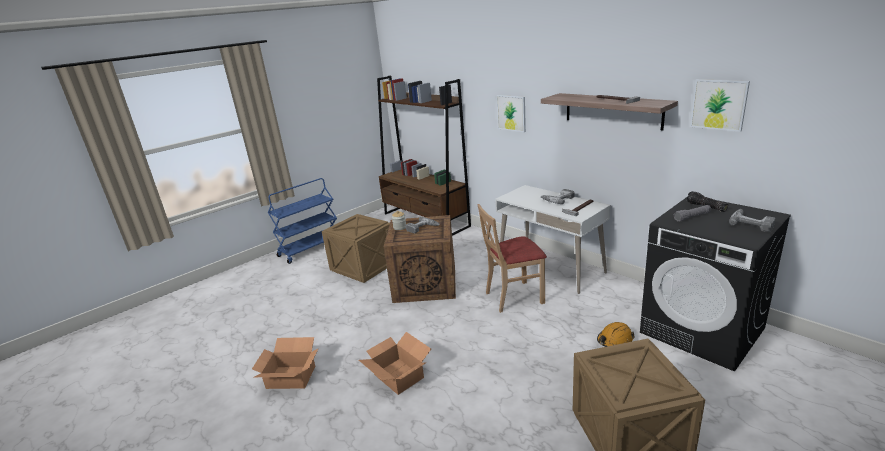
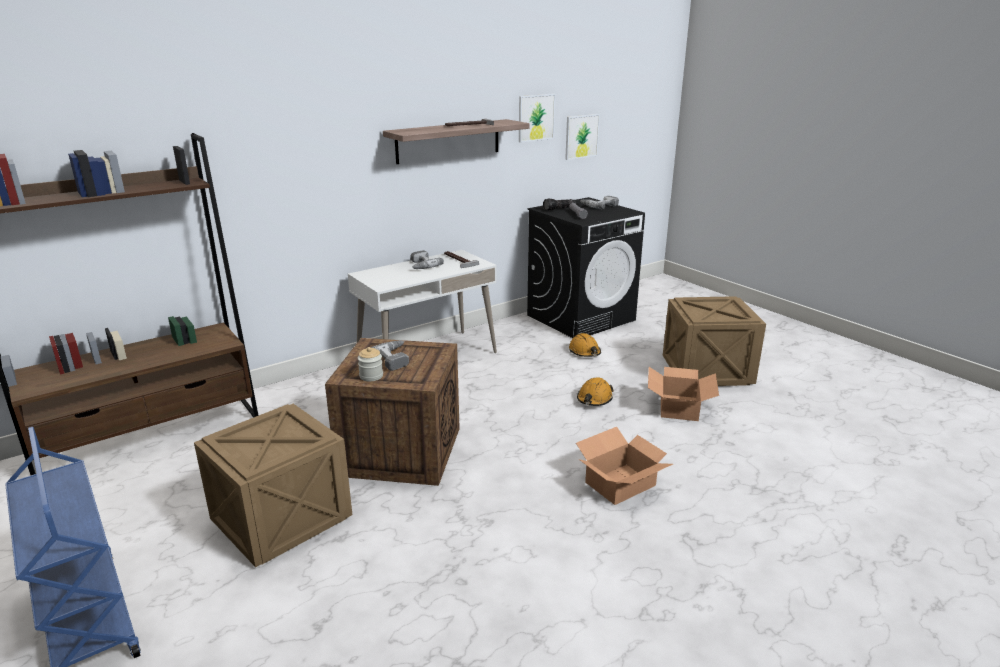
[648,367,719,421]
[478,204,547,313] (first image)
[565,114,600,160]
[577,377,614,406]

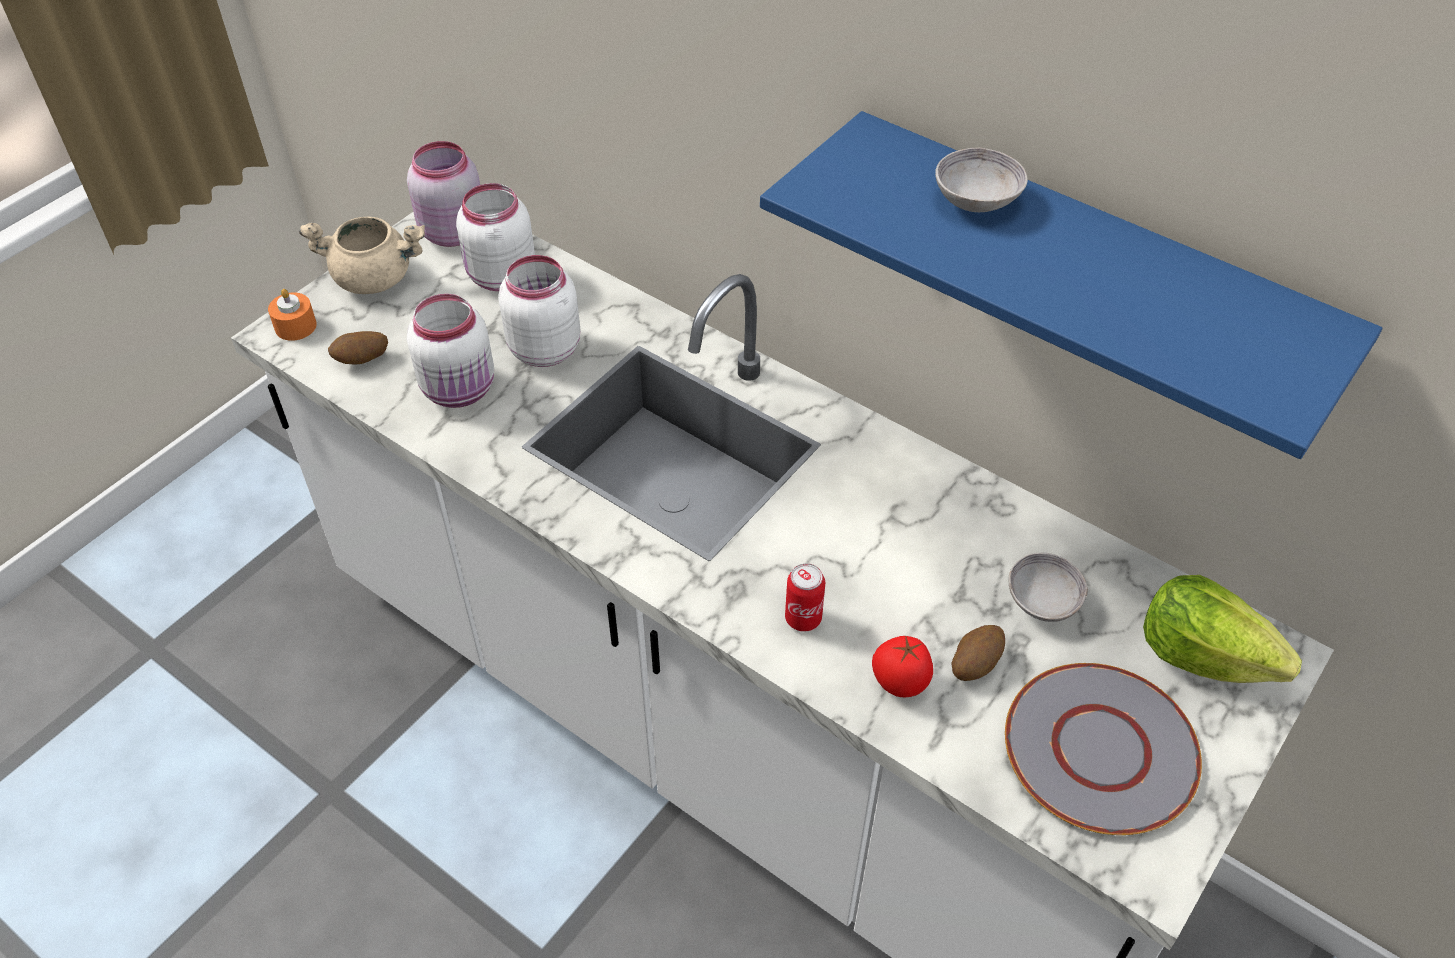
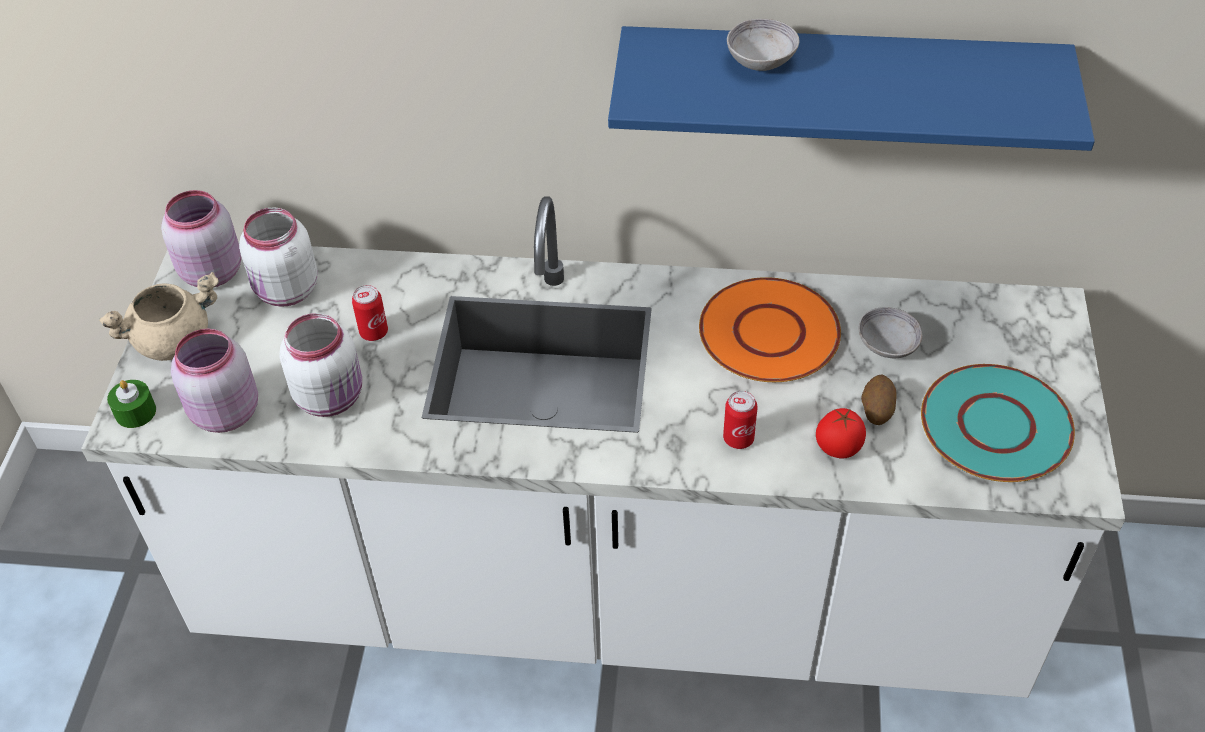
[107,380,156,428]
[171,329,258,433]
[352,285,388,341]
[921,364,1075,482]
[1143,575,1302,683] (first image)
[699,277,841,382]

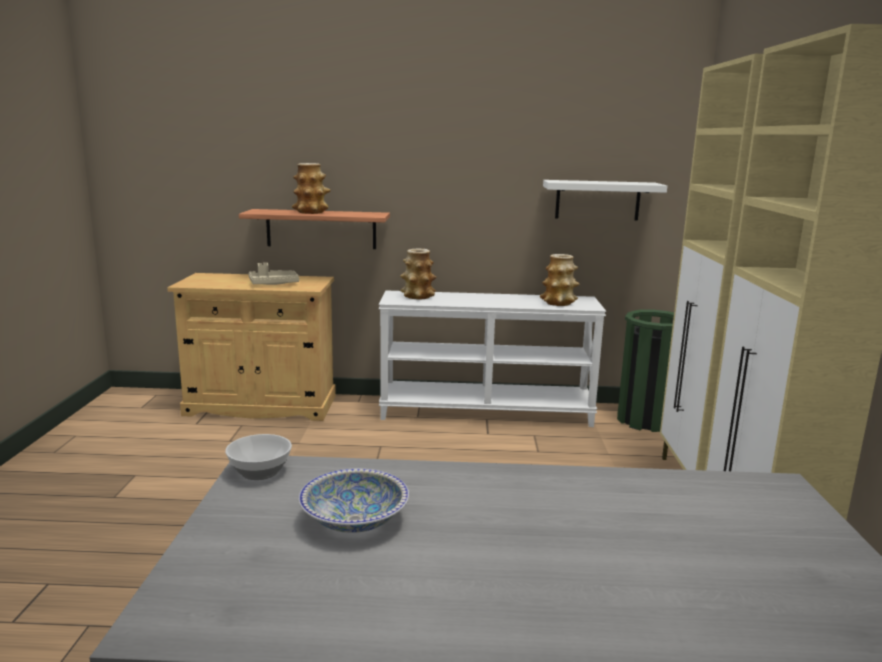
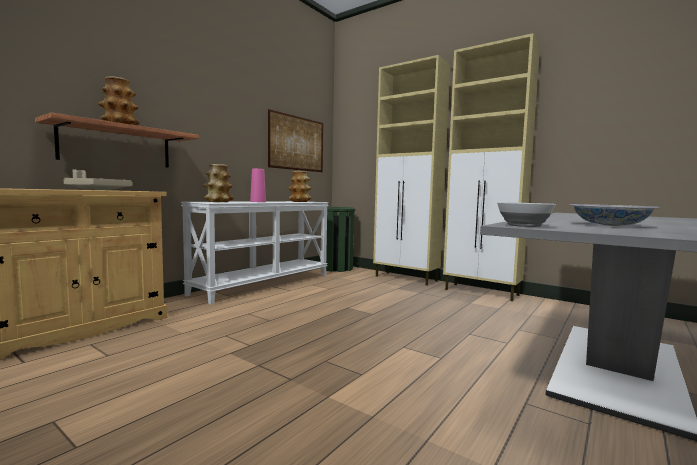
[268,109,323,172]
[250,169,266,202]

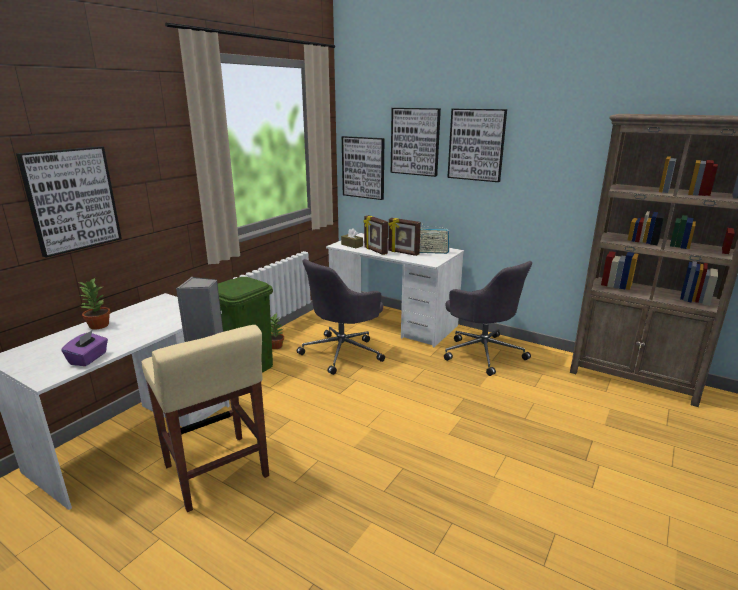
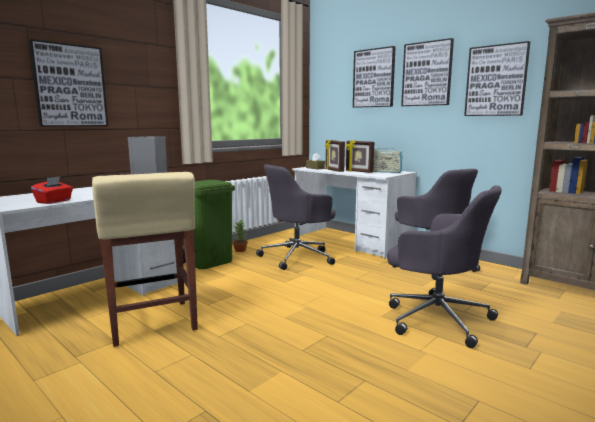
[31,176,73,204]
[79,278,110,330] (first image)
[464,41,530,116]
[387,185,502,348]

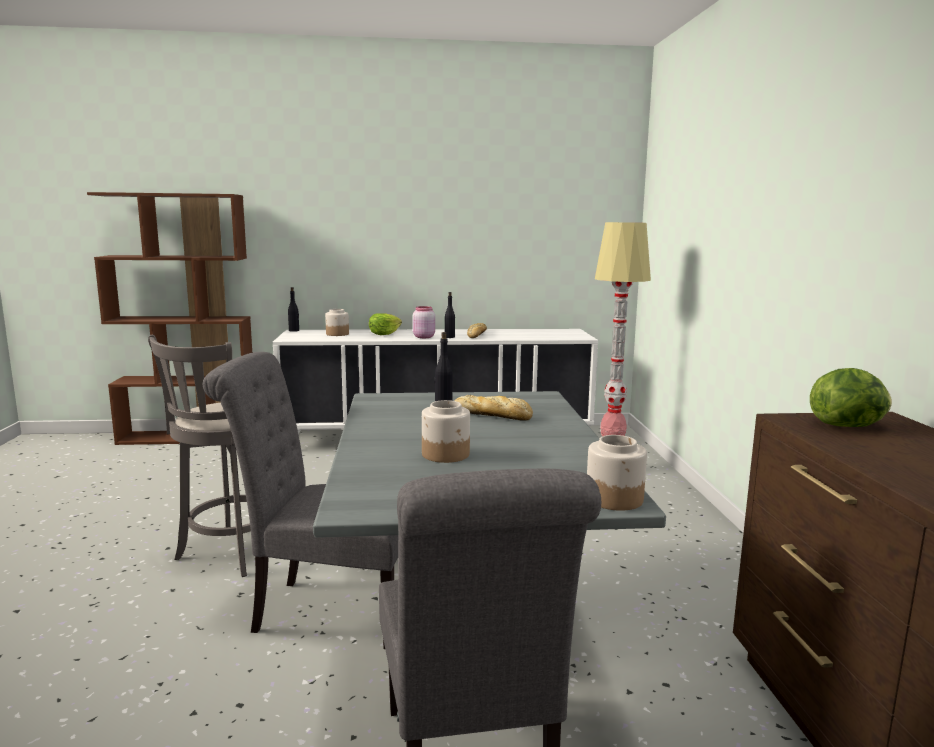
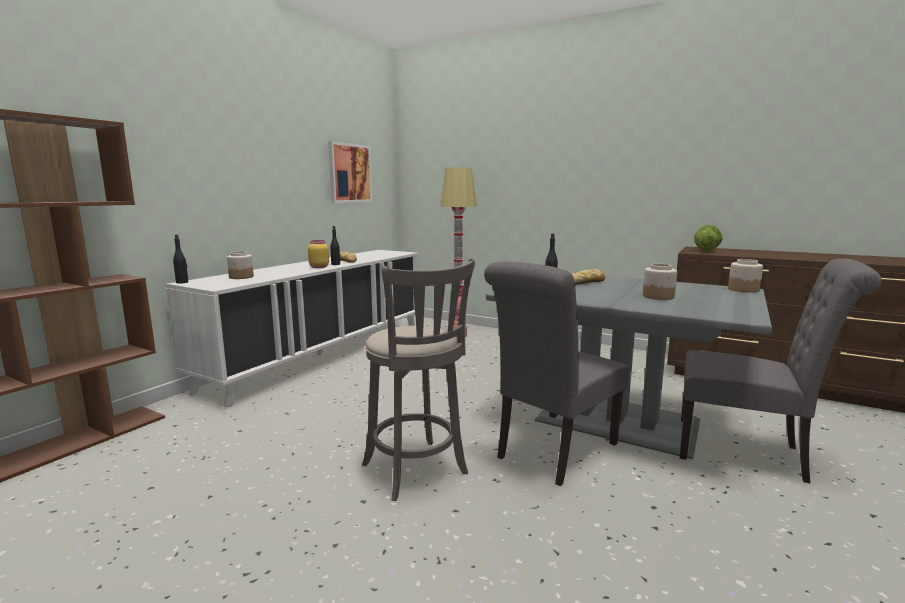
[369,313,402,335] (first image)
[308,240,329,268]
[328,141,372,203]

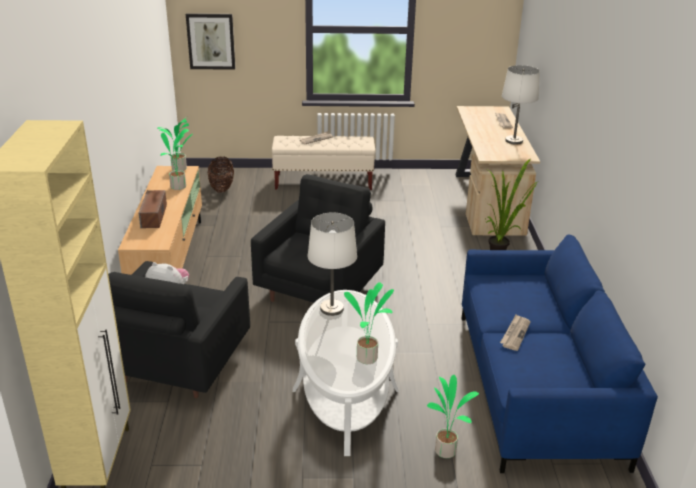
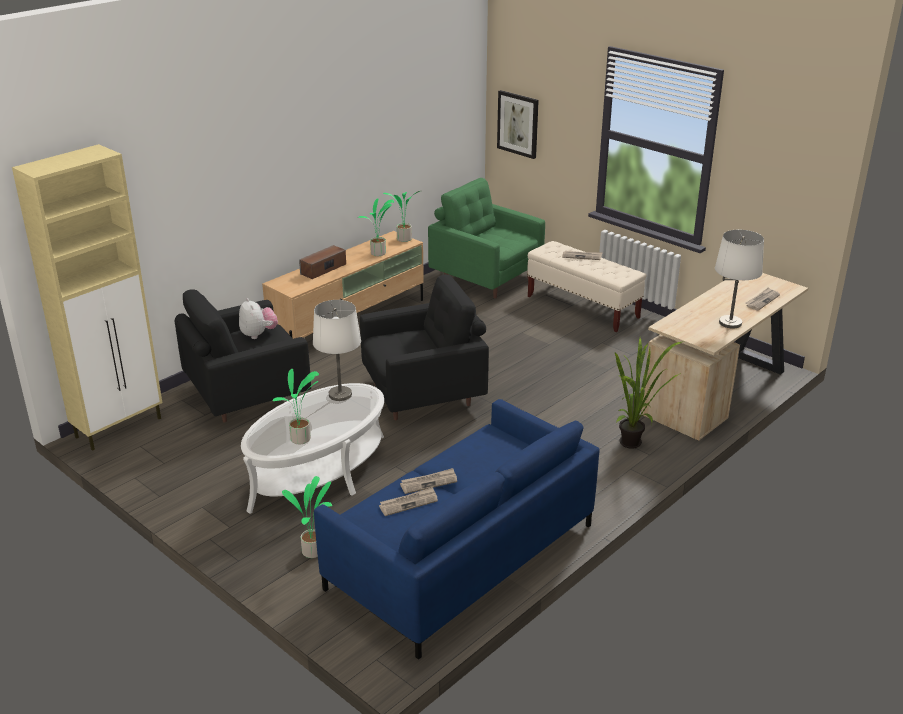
[428,178,545,298]
[379,487,438,516]

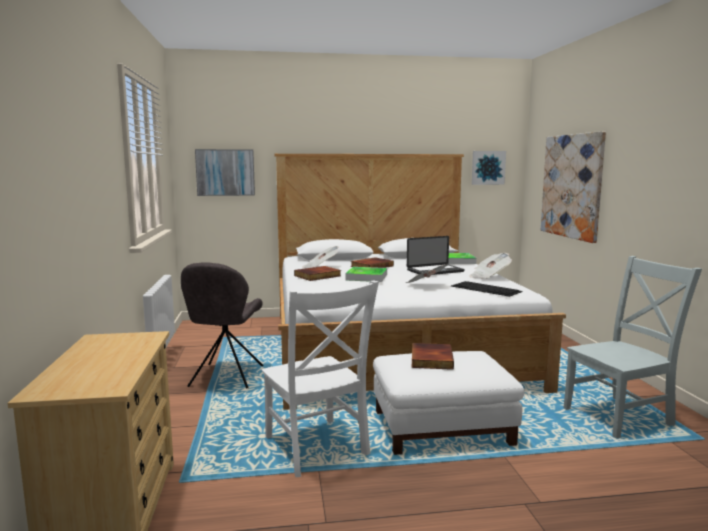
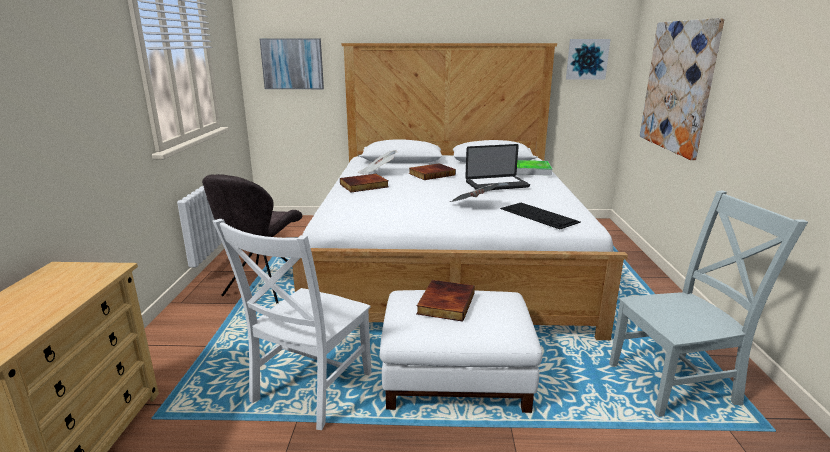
[213,219,372,430]
[346,267,387,282] (first image)
[469,253,512,278] (first image)

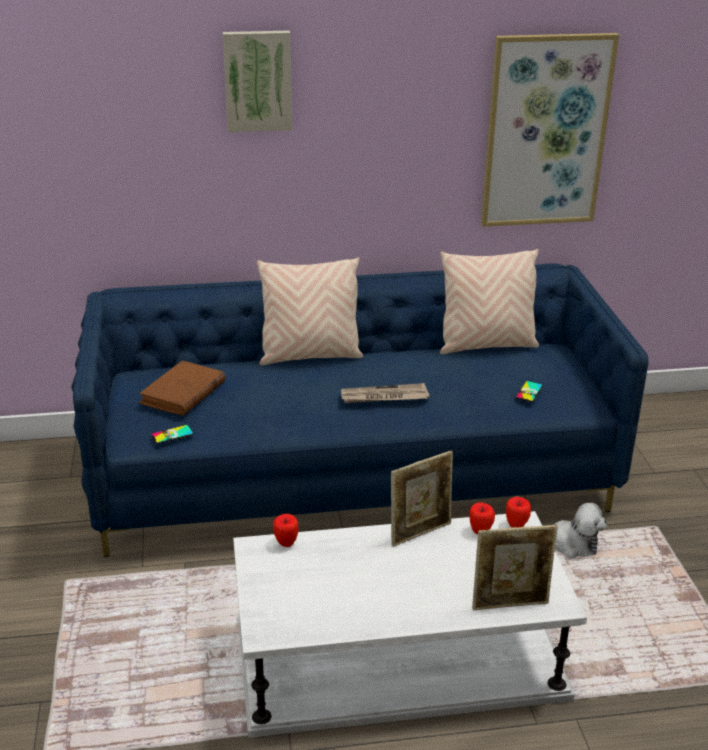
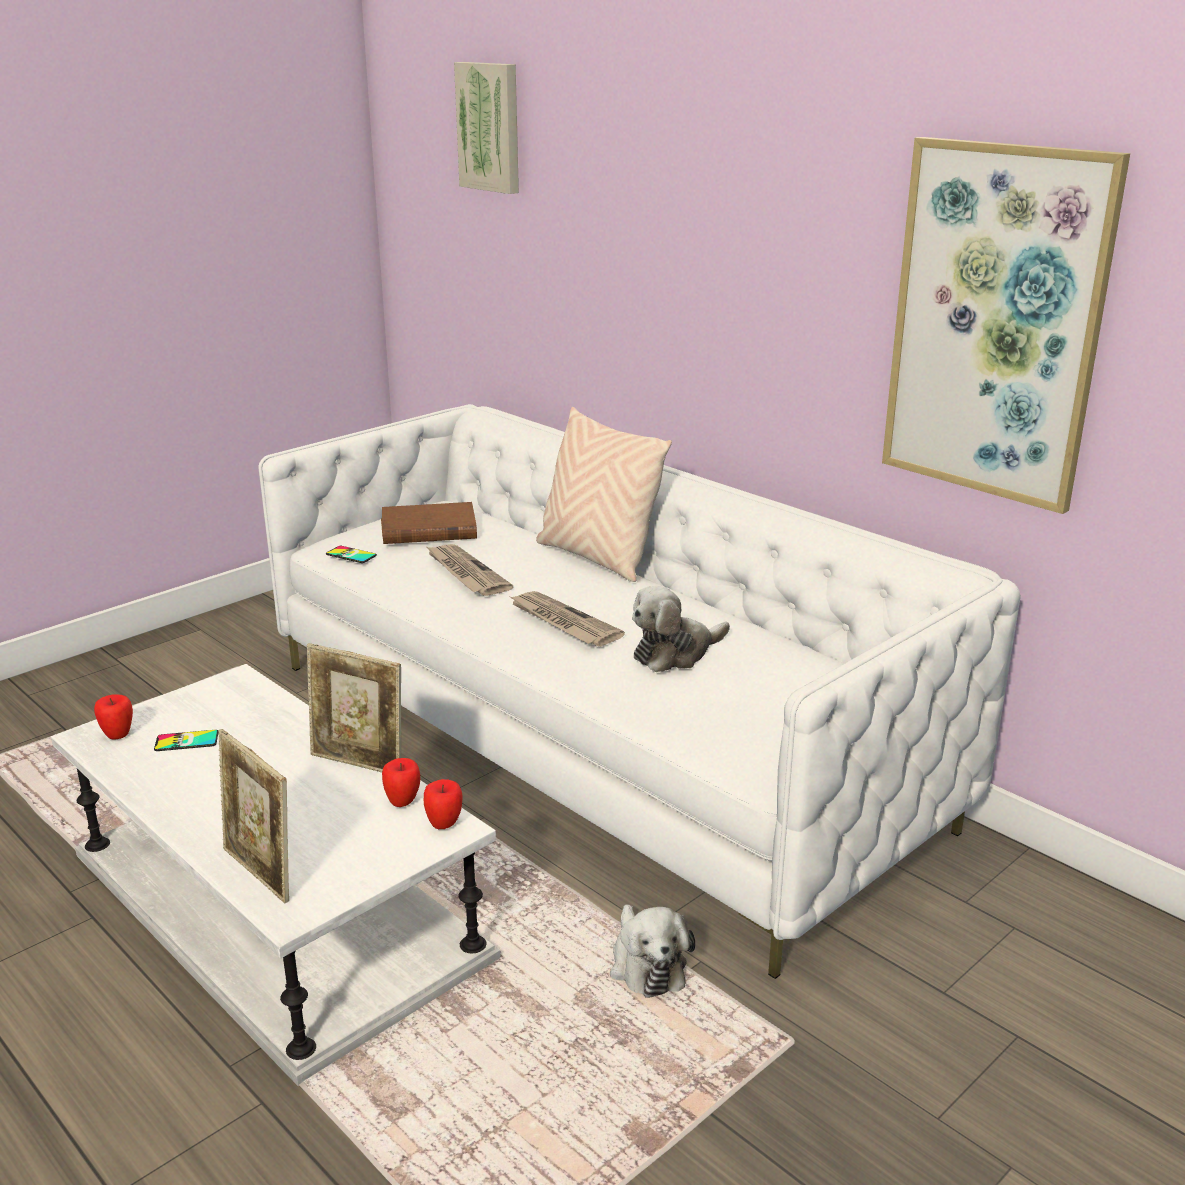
[258,404,1021,979]
[454,62,519,194]
[94,694,133,739]
[440,249,539,354] (first image)
[154,730,219,751]
[425,544,513,596]
[632,586,730,672]

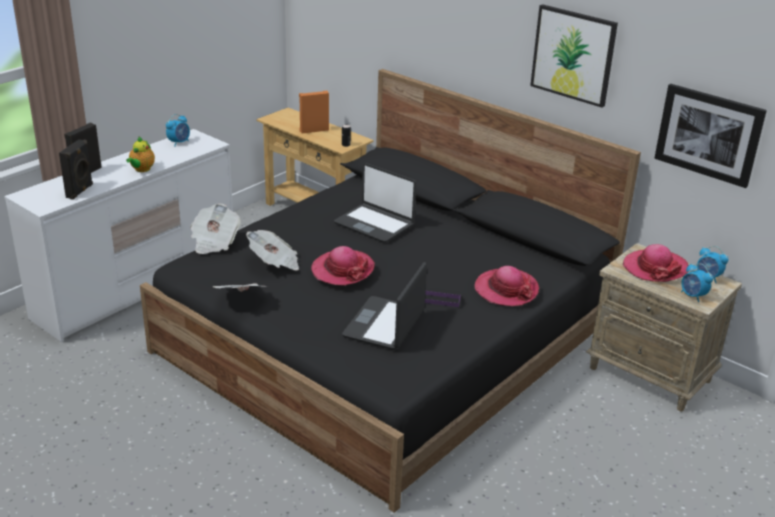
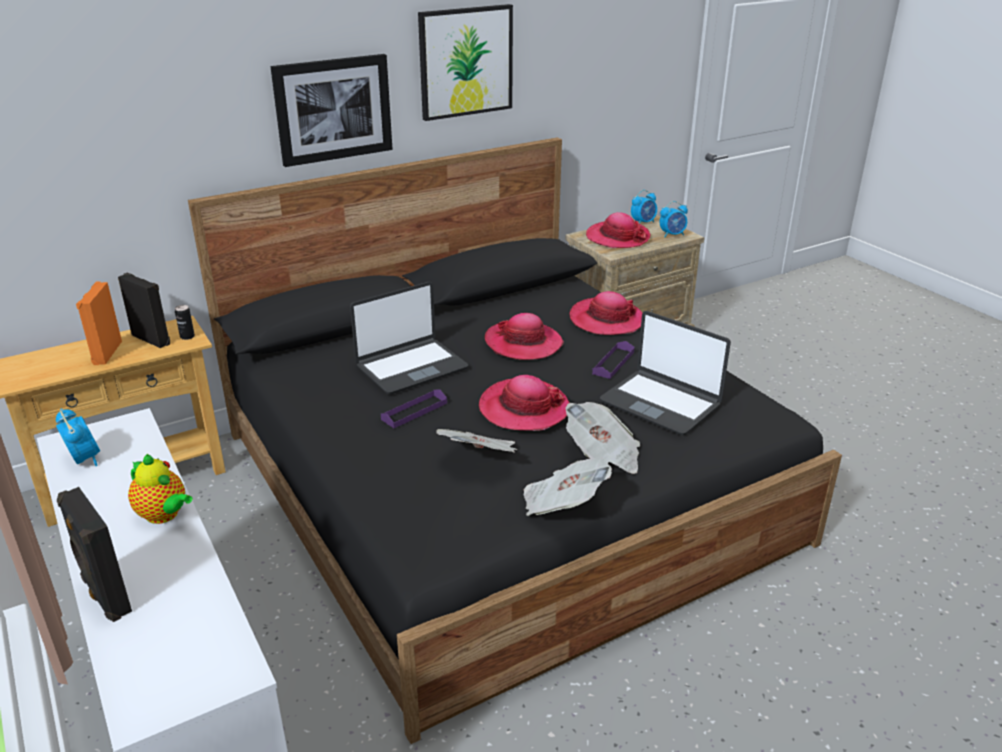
[118,272,170,348]
[565,402,640,474]
[271,54,393,167]
[381,390,447,428]
[485,313,564,360]

